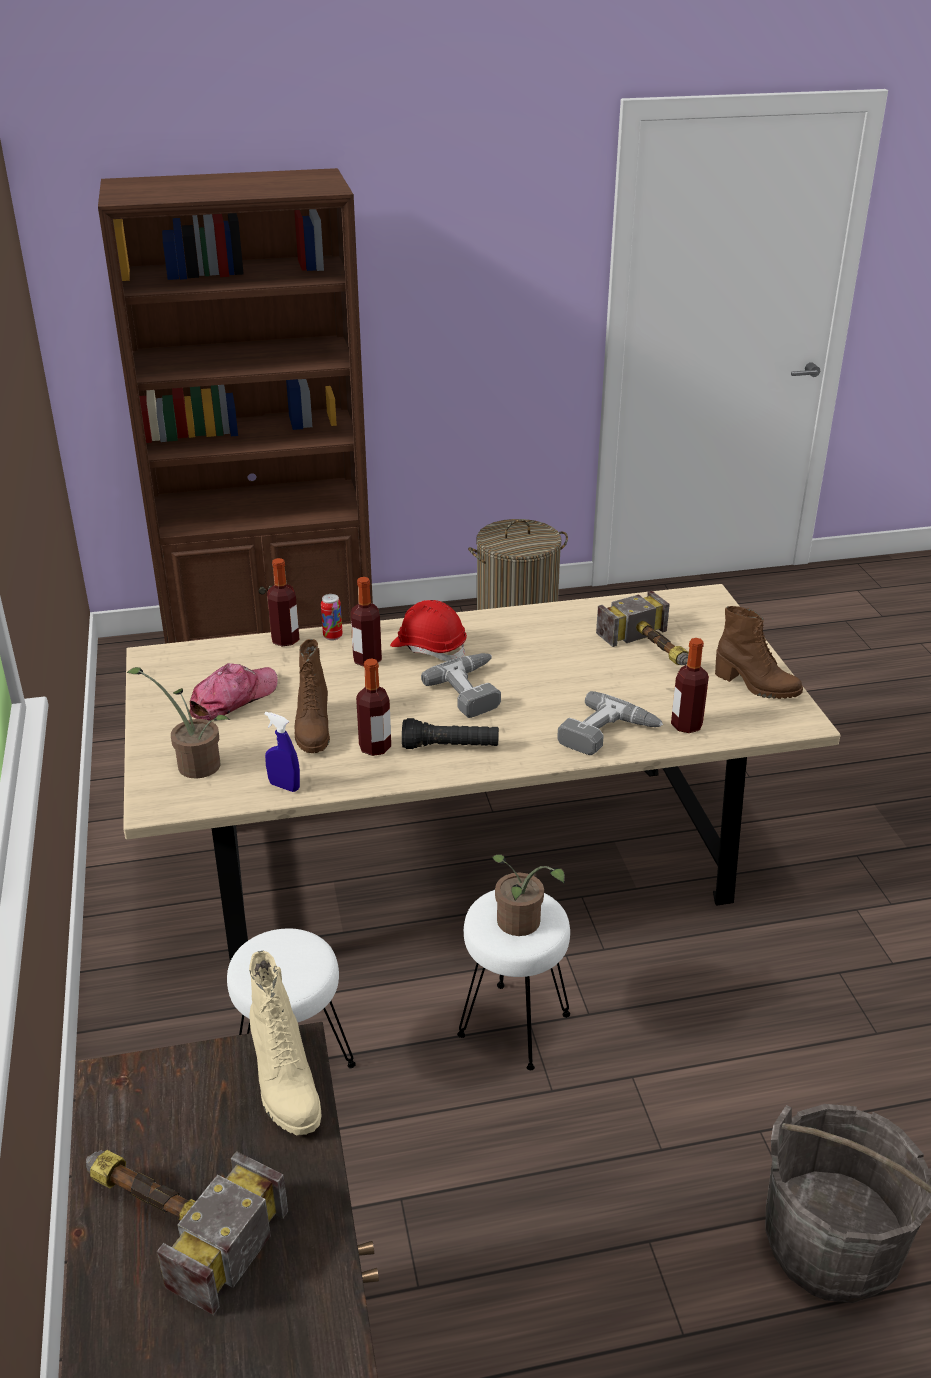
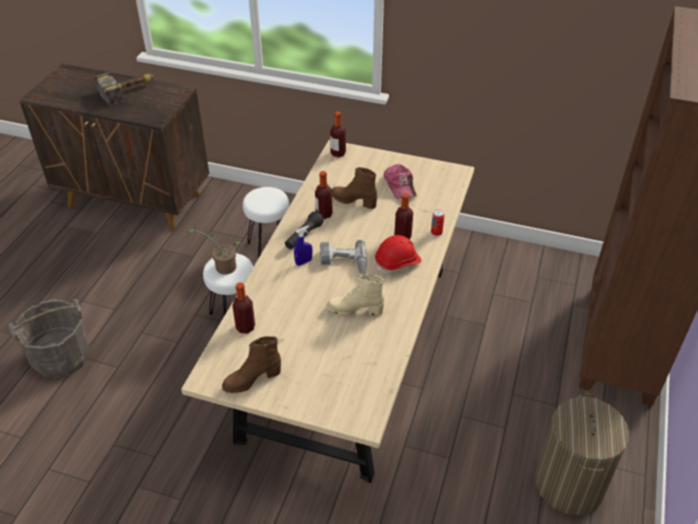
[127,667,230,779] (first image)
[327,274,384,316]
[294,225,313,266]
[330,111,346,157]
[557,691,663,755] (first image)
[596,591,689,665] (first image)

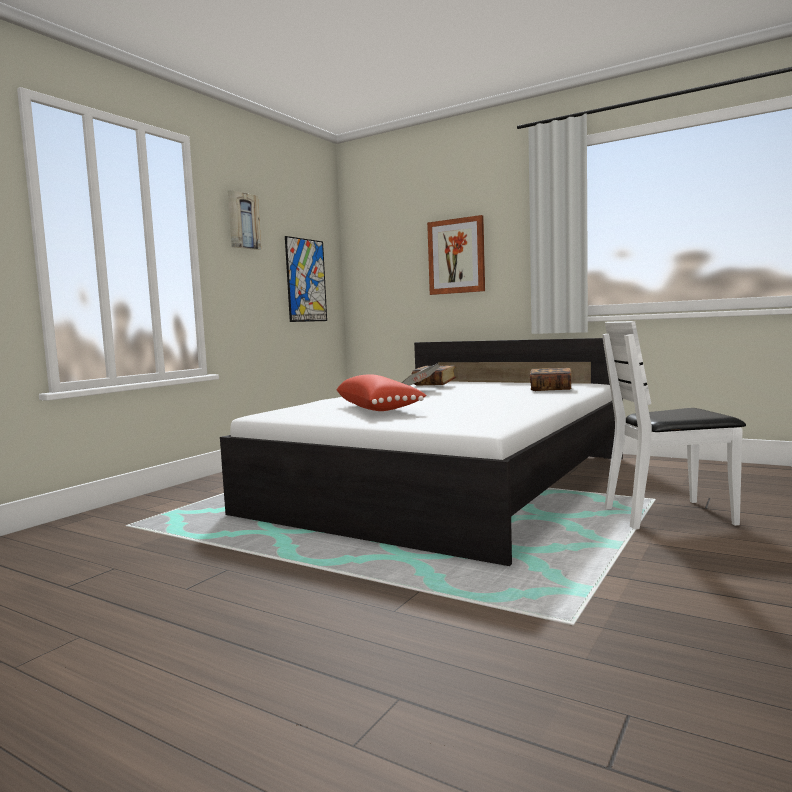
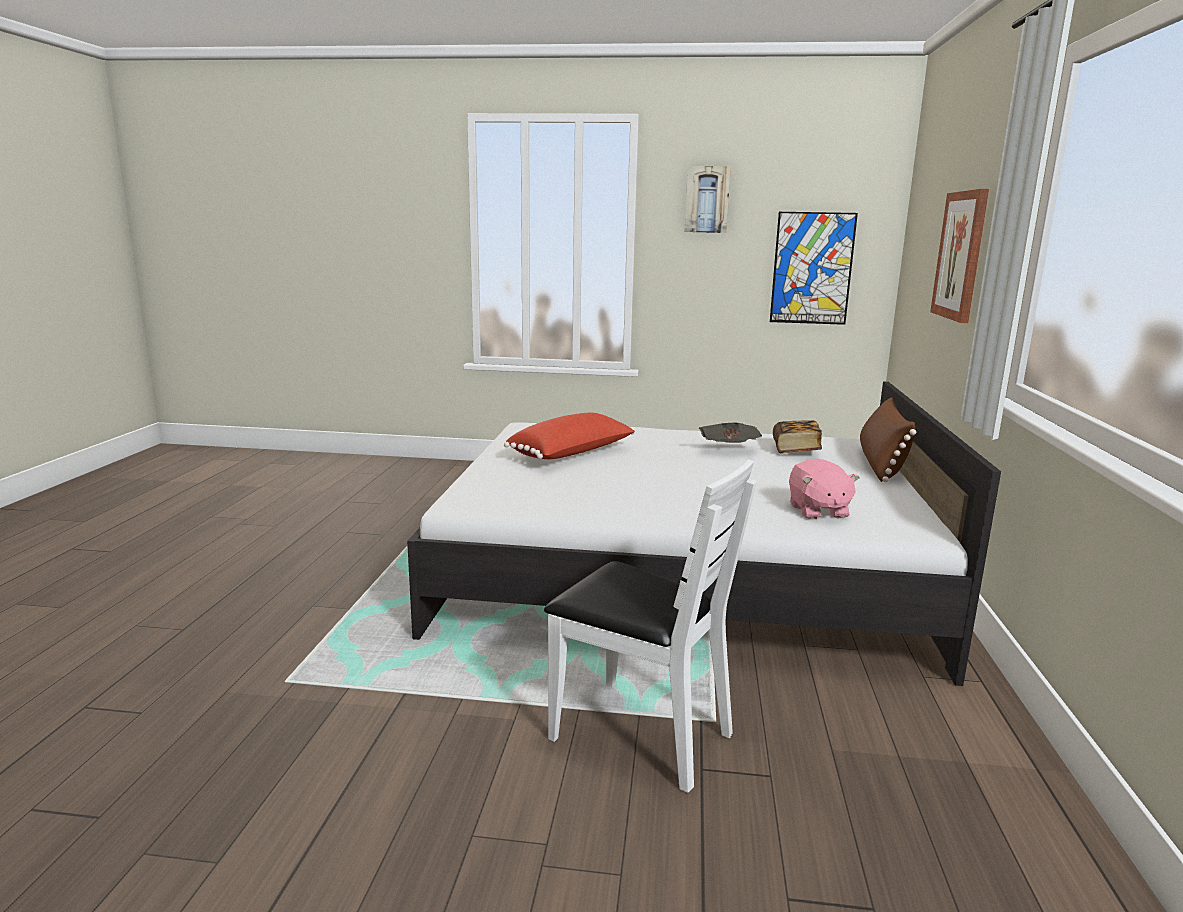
[789,458,860,519]
[544,459,757,793]
[860,397,916,482]

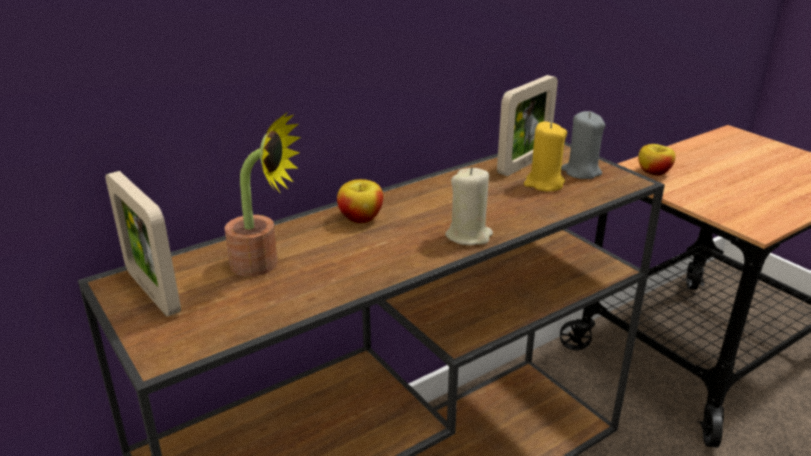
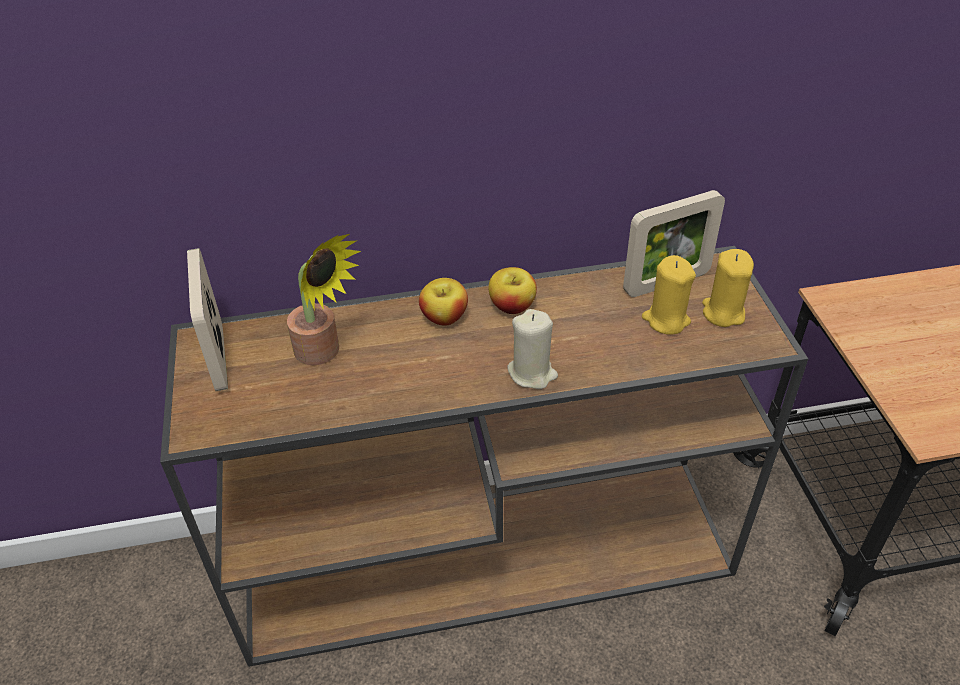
[702,249,754,327]
[488,267,537,314]

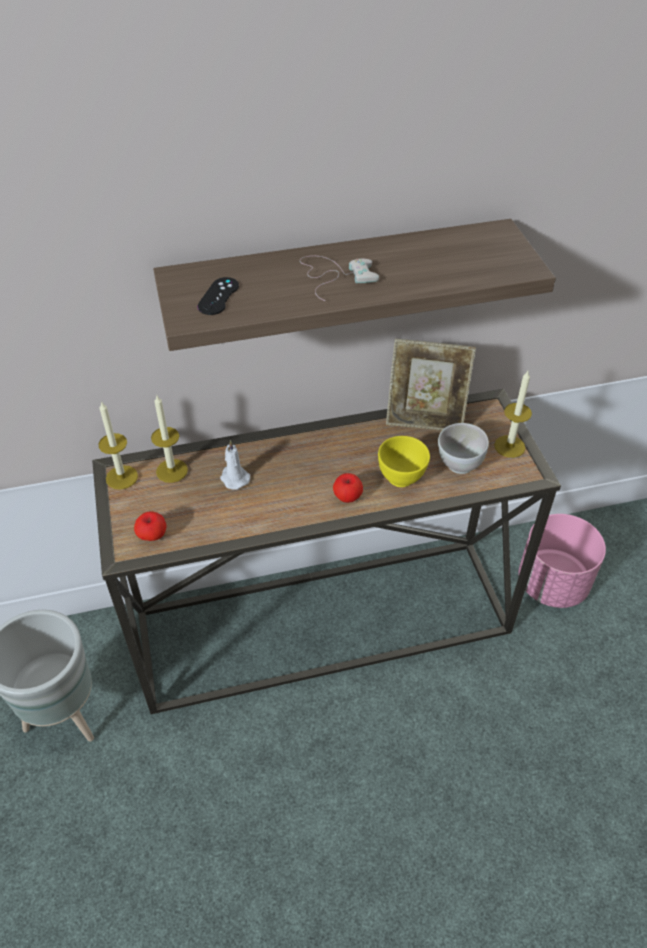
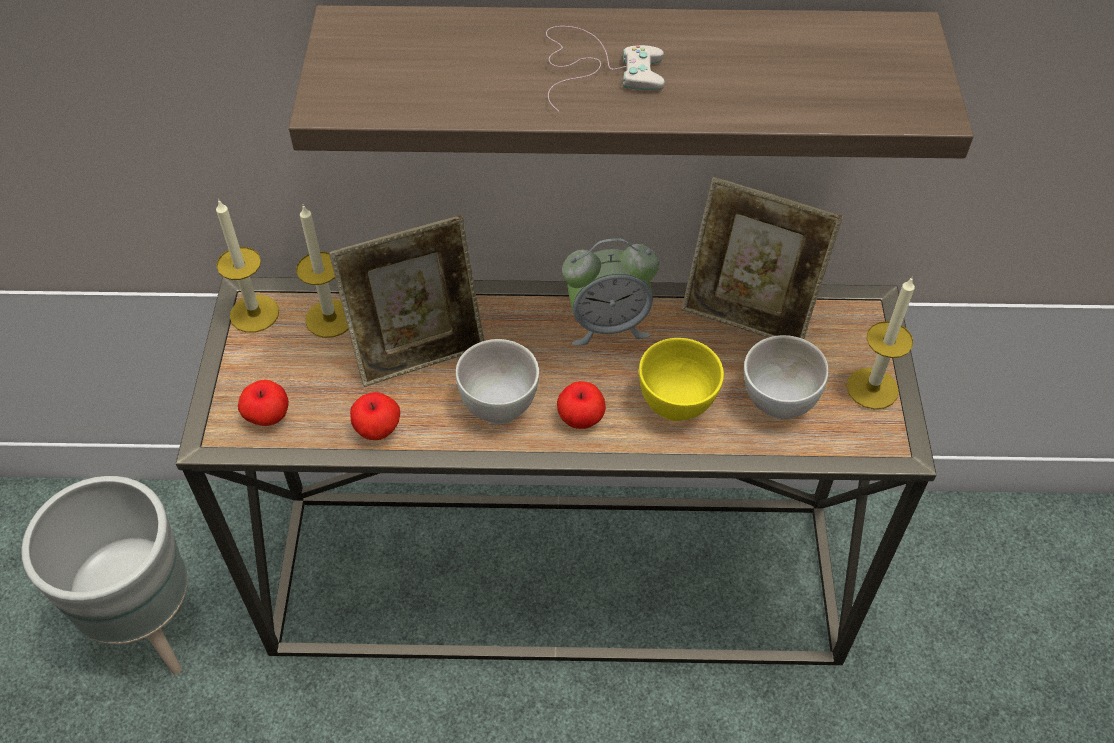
[198,277,239,315] (first image)
[329,215,484,387]
[519,514,606,608] (first image)
[350,392,400,440]
[456,339,539,425]
[562,238,659,346]

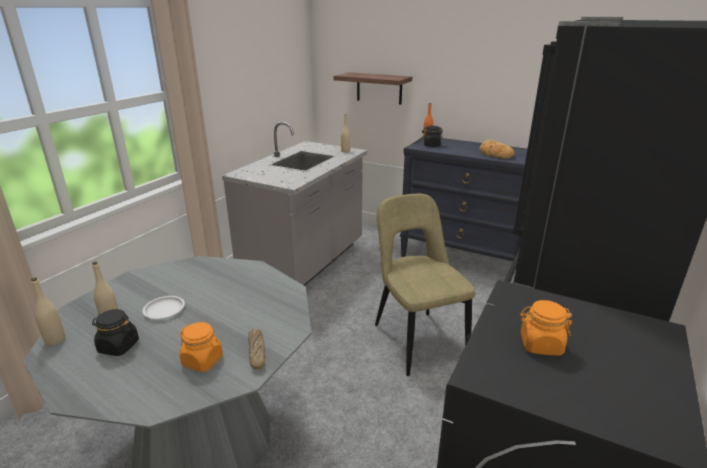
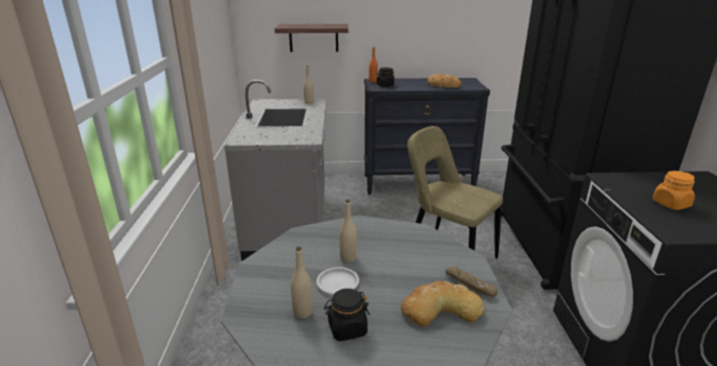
[339,200,357,262]
[401,281,484,327]

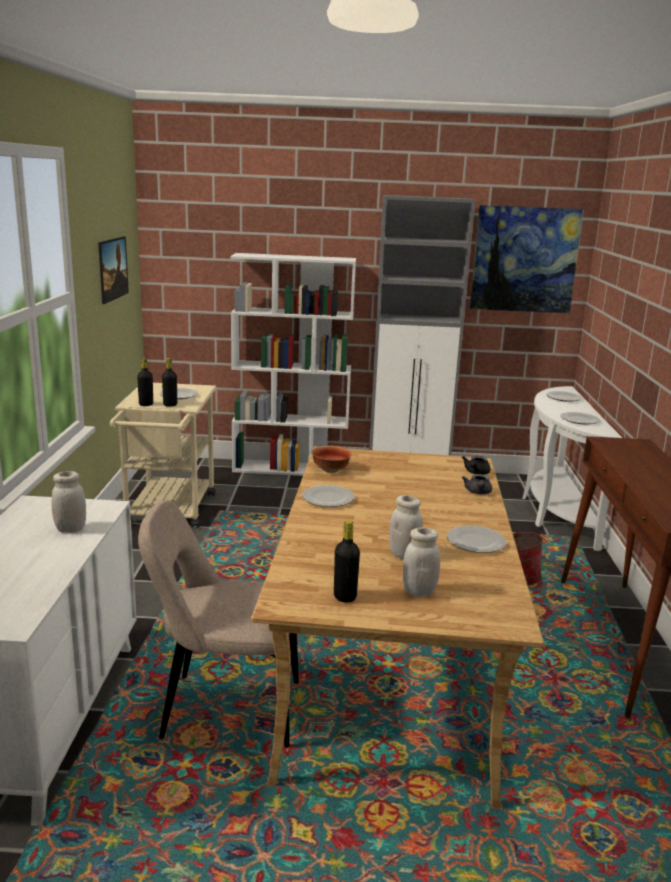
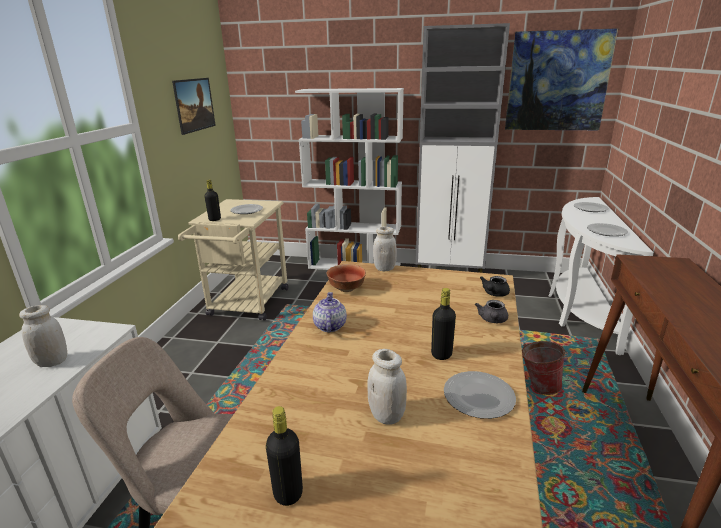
[431,288,456,360]
[313,292,347,333]
[373,227,397,271]

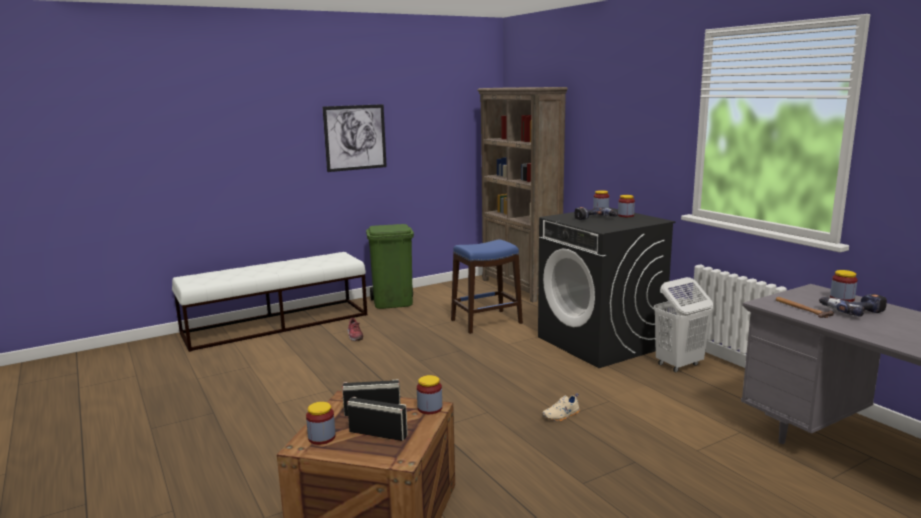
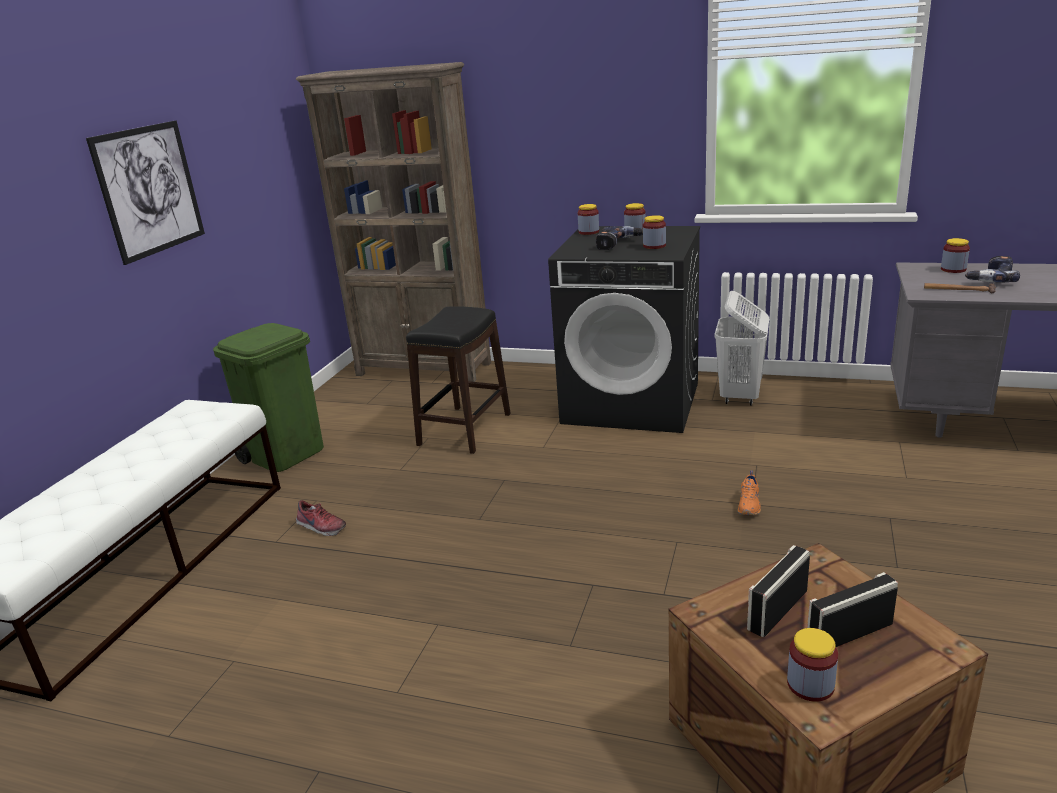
[643,215,666,249]
[406,306,511,454]
[738,470,761,515]

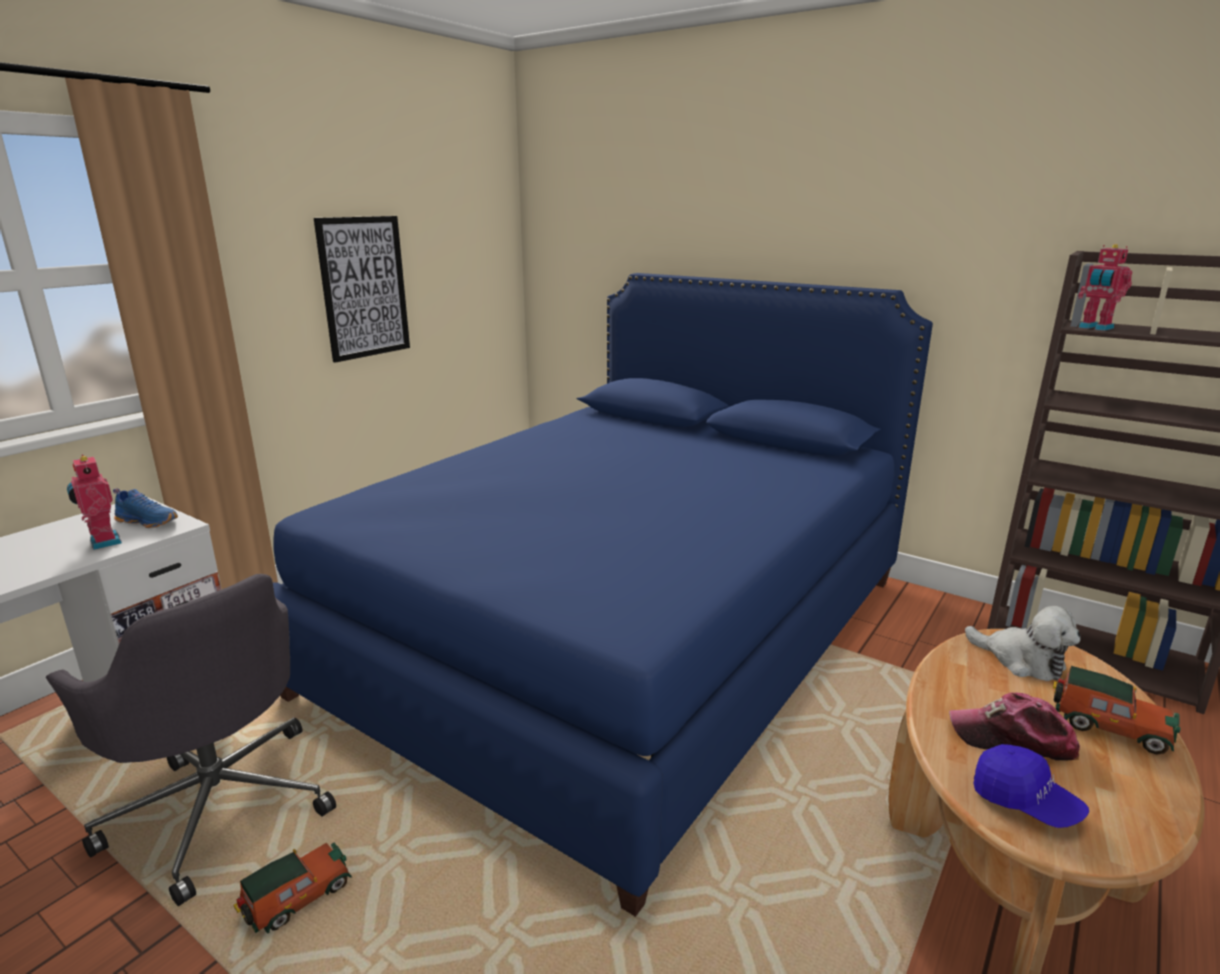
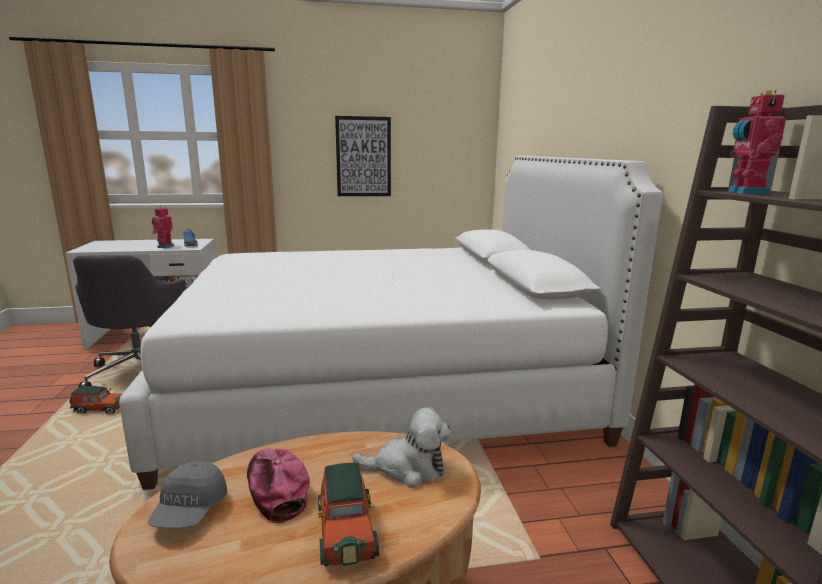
[119,156,663,490]
[352,407,451,488]
[148,461,227,528]

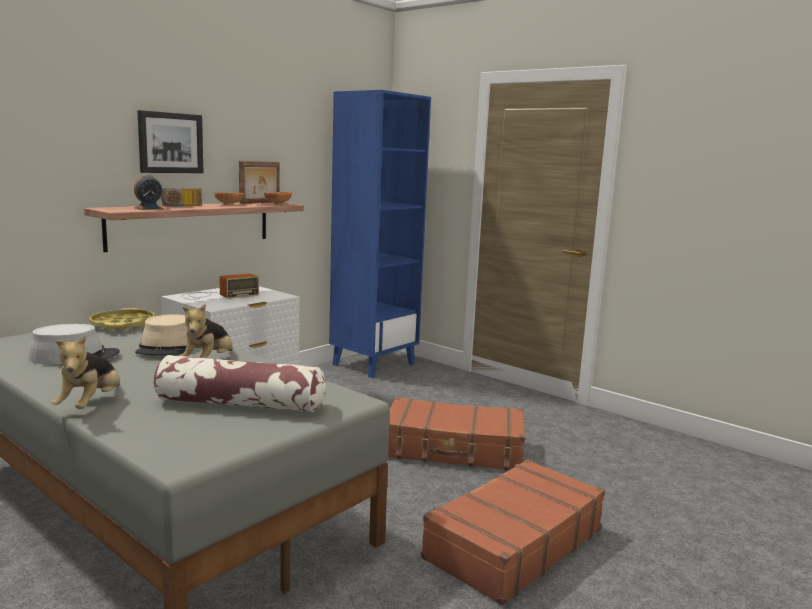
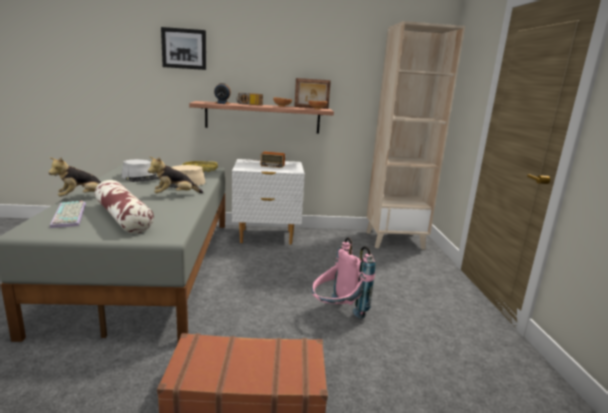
[161,27,206,70]
[367,21,465,250]
[312,238,376,319]
[50,201,86,228]

